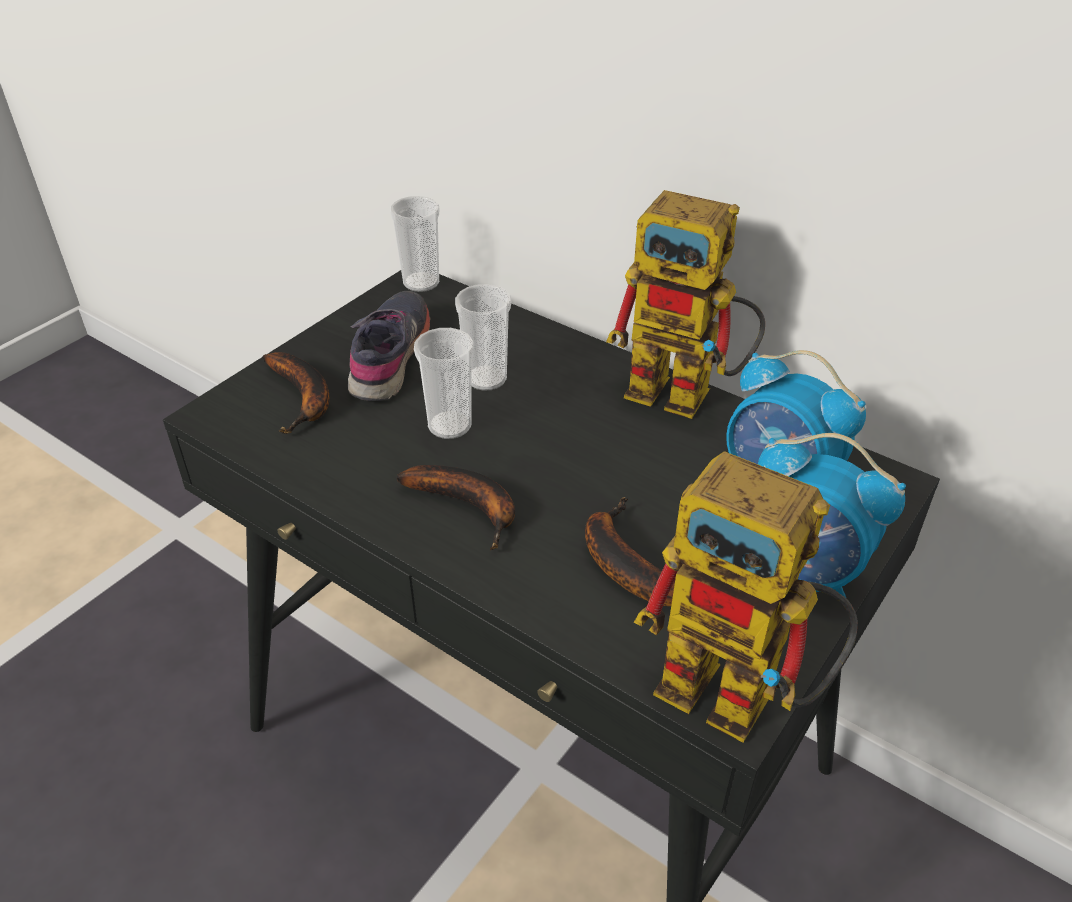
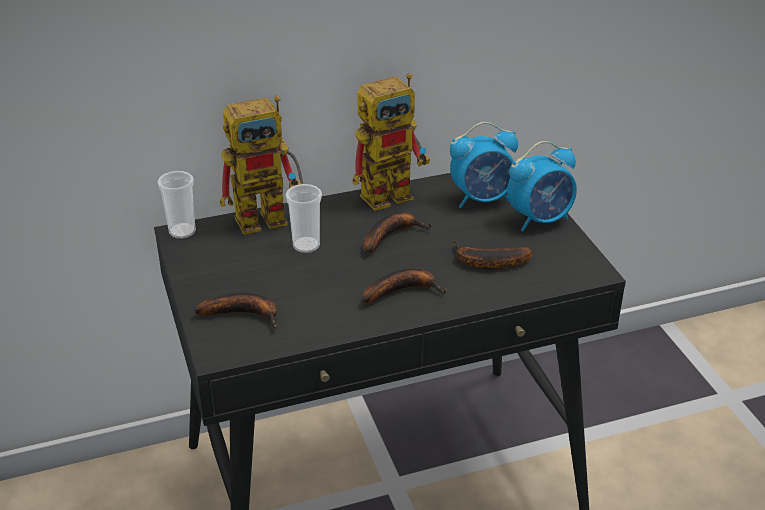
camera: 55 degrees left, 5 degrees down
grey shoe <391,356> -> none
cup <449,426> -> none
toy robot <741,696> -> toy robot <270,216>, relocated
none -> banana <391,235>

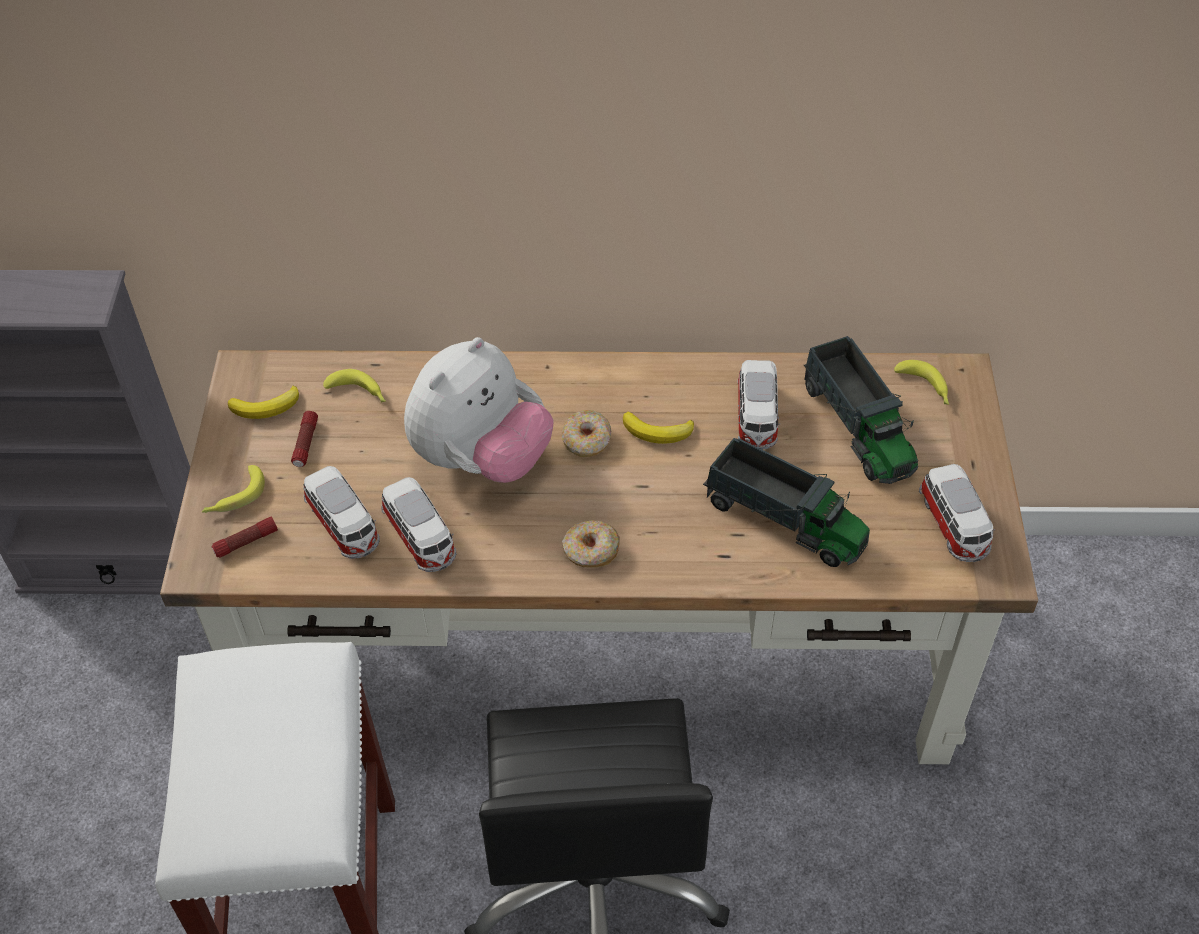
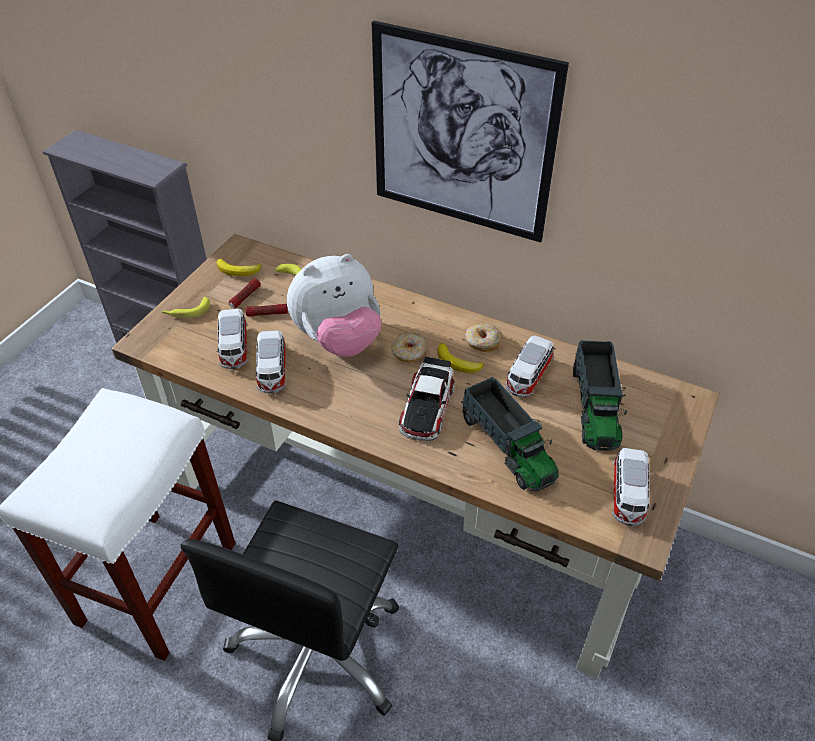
camera: 25 degrees right, 5 degrees down
banana <925,388> -> none
flashlight <246,542> -> flashlight <267,314>, relocated
donut <591,551> -> donut <483,342>, relocated
none -> picture <462,135>
none -> toy car <427,406>

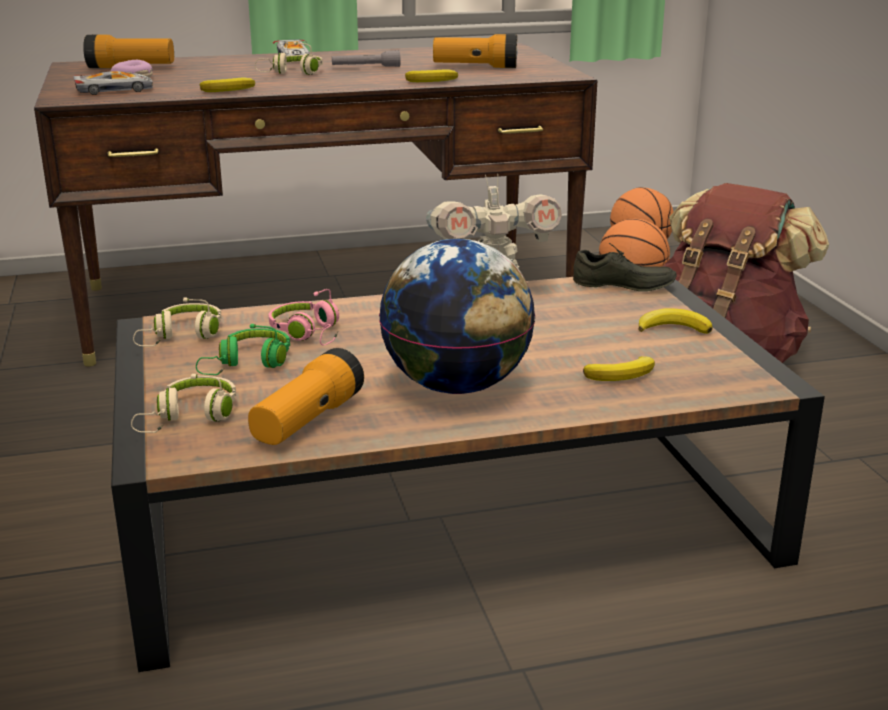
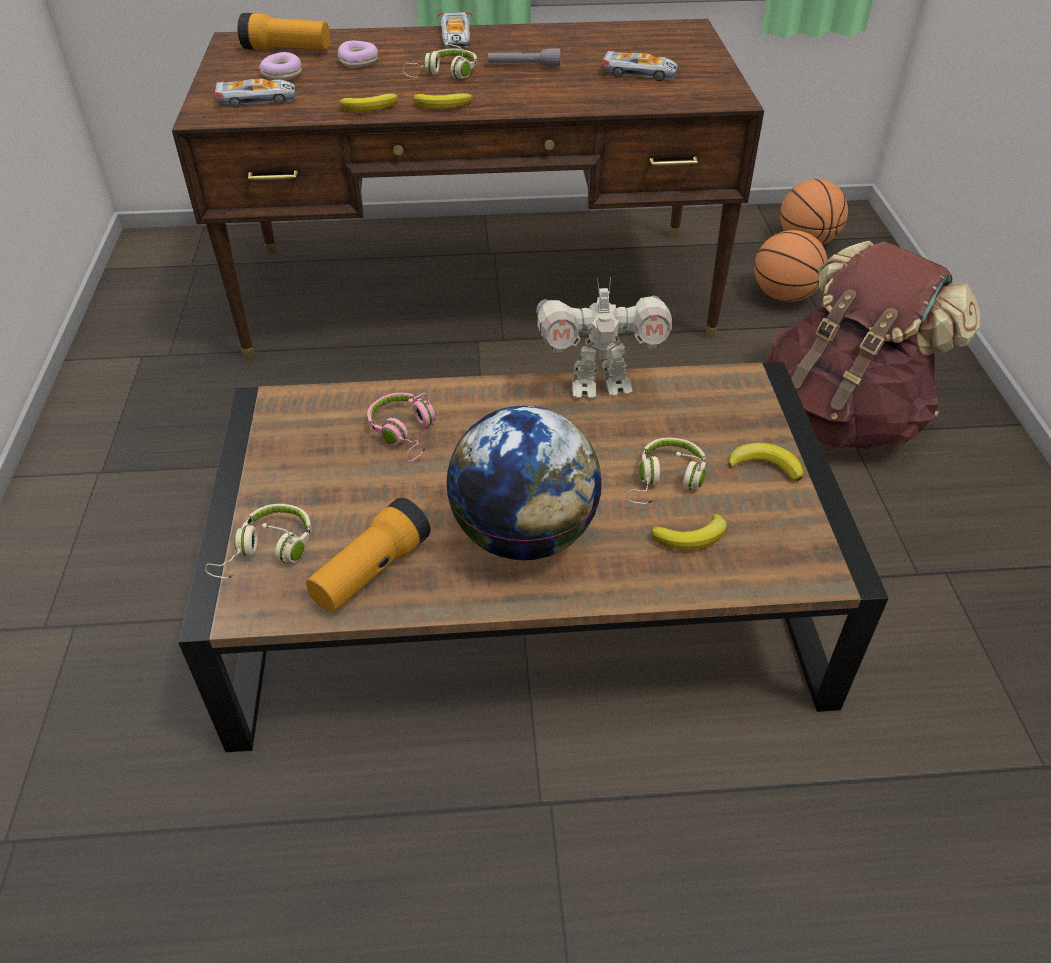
camera: 10 degrees right, 20 degrees up
flashlight <475,67> -> toy car <639,73>
banana <434,81> -> banana <444,105>, relocated
grey shoe <623,286> -> none
beige headphones <182,336> -> beige headphones <666,481>, relocated
green headphones <248,364> -> none
none -> donut <358,61>

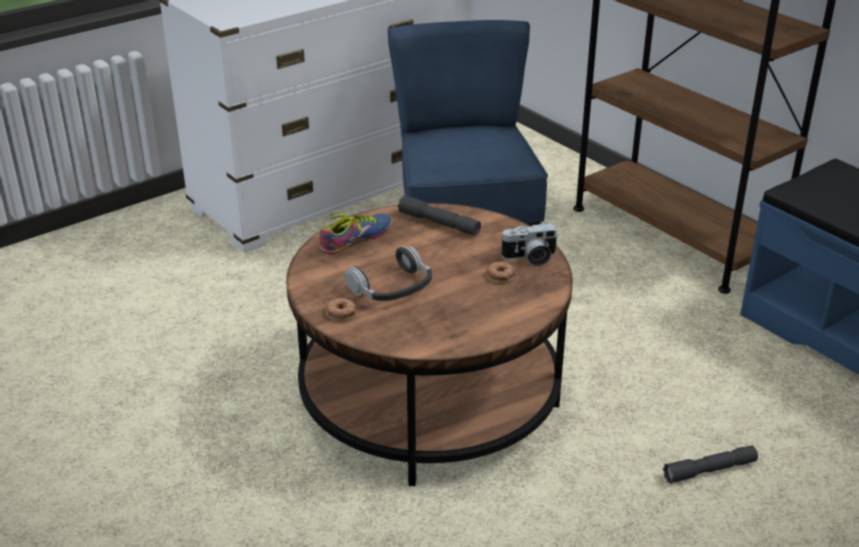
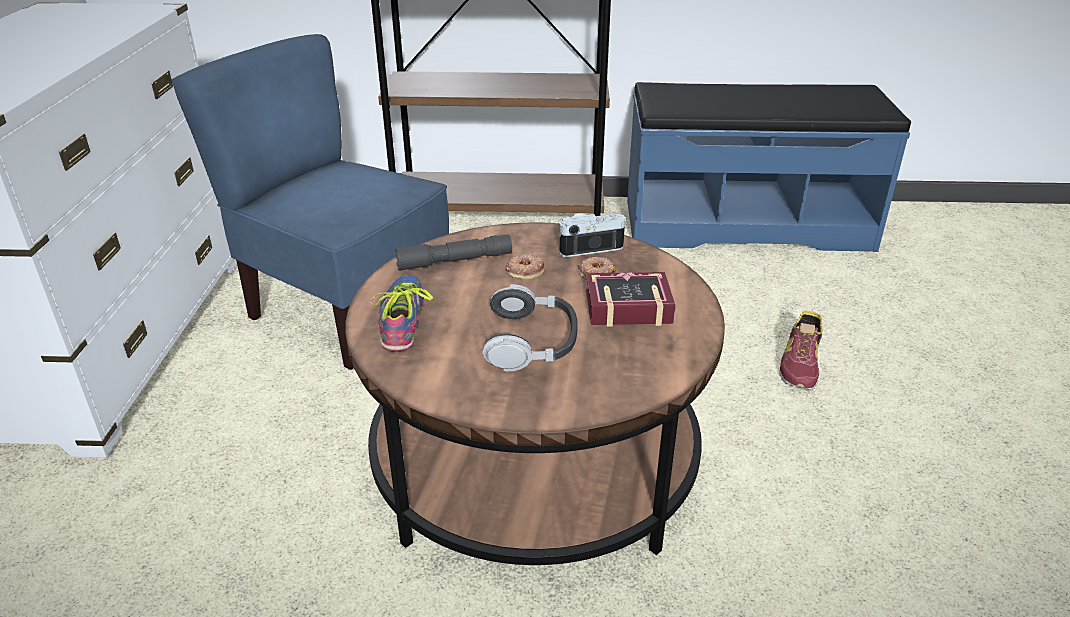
camera: 50 degrees left, 0 degrees up
photo camera <530,258> -> photo camera <588,246>, 135 degrees counterclockwise
donut <341,312> -> donut <524,270>, relocated
grey flashlight <709,470> -> shoe <800,364>
none -> book <623,306>

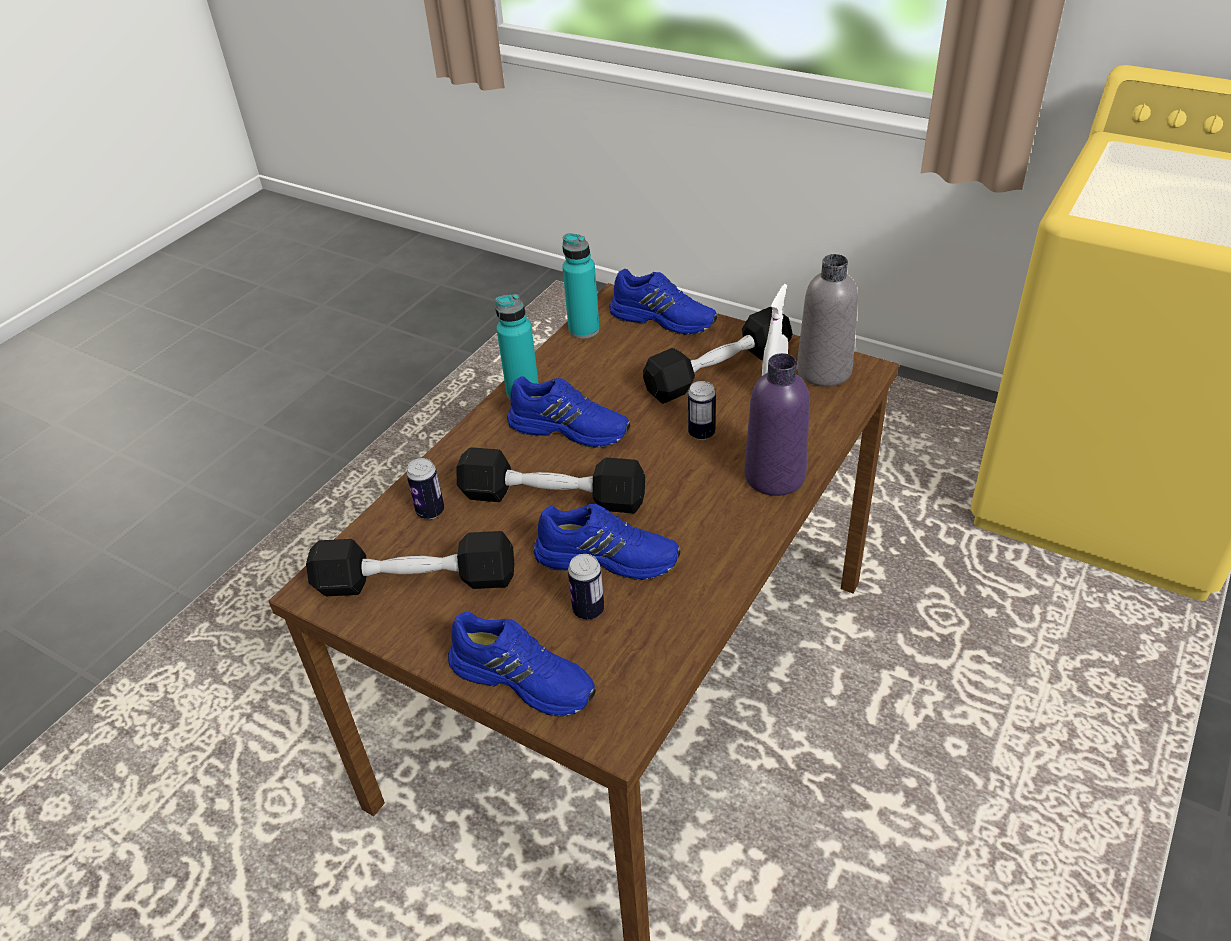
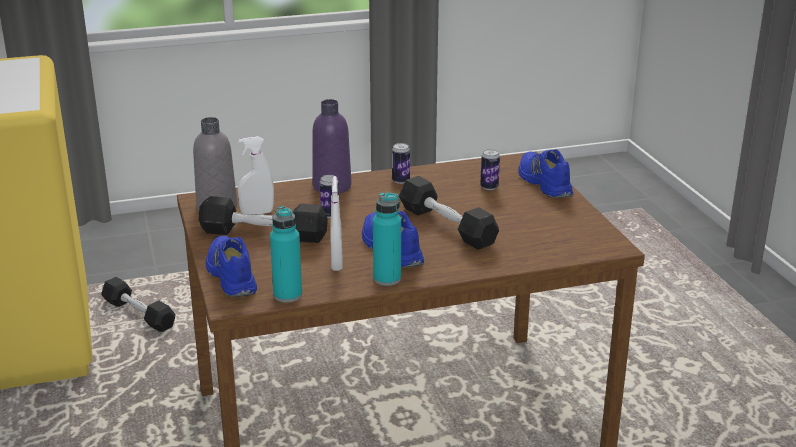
camera: 140 degrees left, 15 degrees down
can <430,511> -> can <400,180>, relocated
blue shoe <607,557> -> none
black dumbbell <416,581> -> black dumbbell <139,314>, relocated
none -> white spray bottle <337,263>

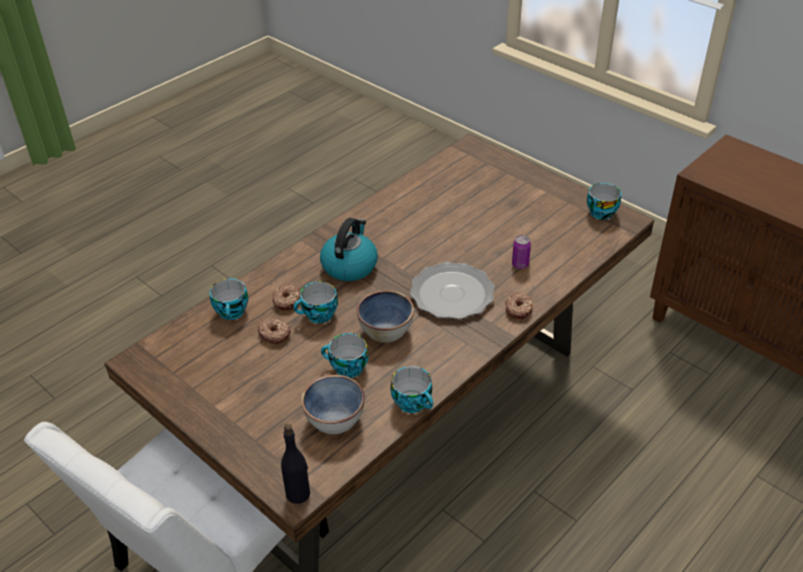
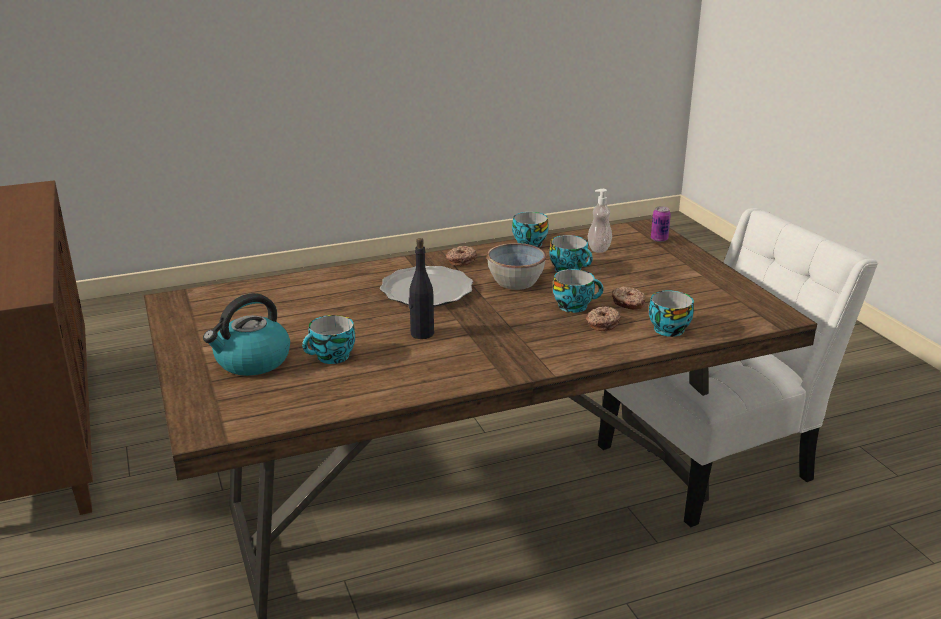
camera: 155 degrees left, 15 degrees down
cup <601,211> -> cup <331,357>, relocated
kettle <349,265> -> kettle <252,361>, relocated
can <520,264> -> can <659,239>, relocated
donut <519,309> -> donut <461,260>, relocated
bowl <334,419> -> soap dispenser <599,249>
black bottle <298,493> -> black bottle <421,334>, relocated

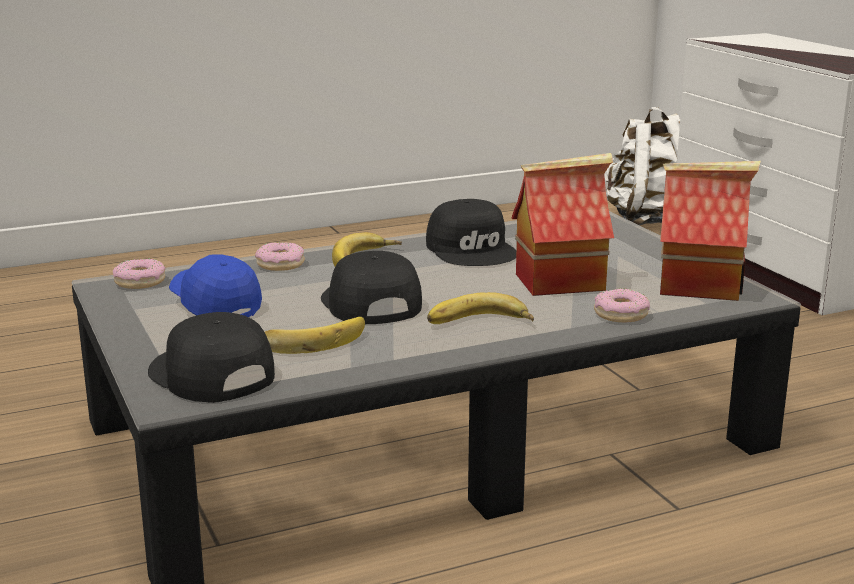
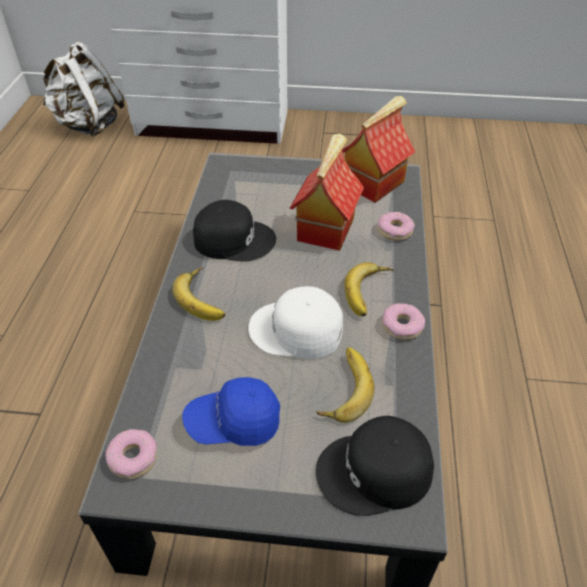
camera: 60 degrees left, 25 degrees up
donut <280,264> -> donut <402,326>, relocated
black cap <369,303> -> white cap <296,331>

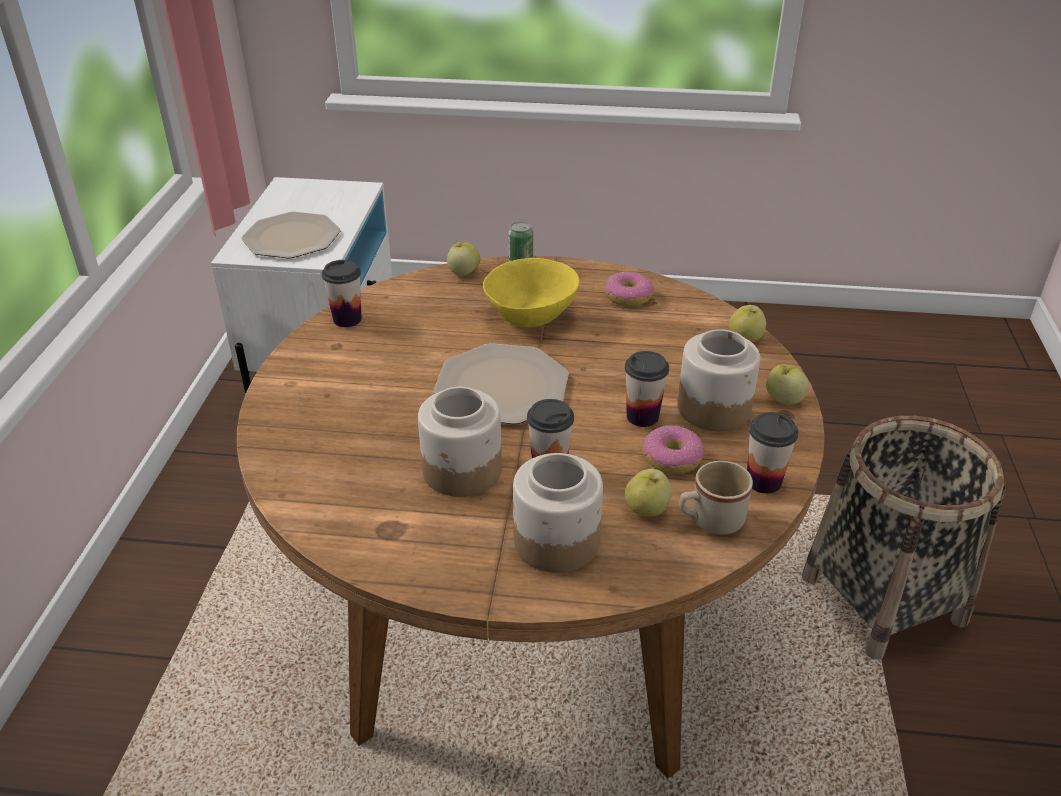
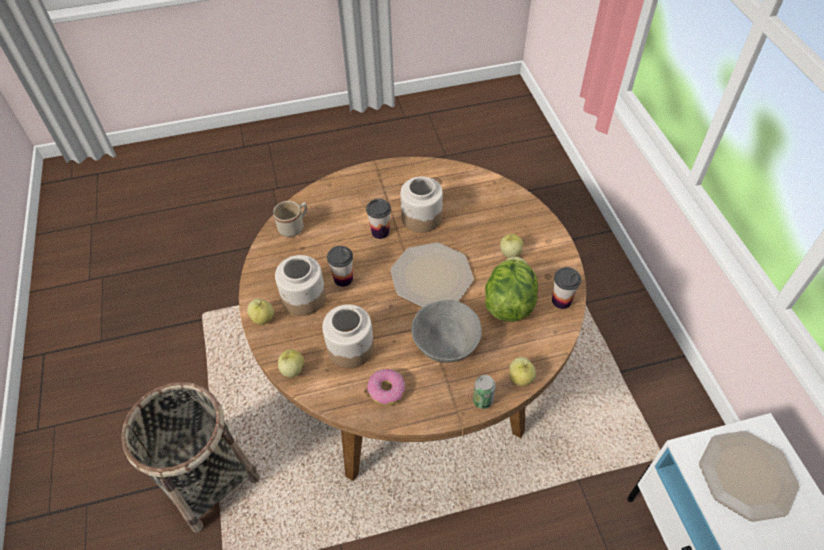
camera: 160 degrees right, 15 degrees up
yellow bowl <530,315> -> grey bowl <446,345>
cup <763,481> -> none
donut <672,458> -> none
jar <555,542> -> jar <351,347>, relocated
apple <647,509> -> apple <510,253>, relocated
none -> lettuce <509,303>

